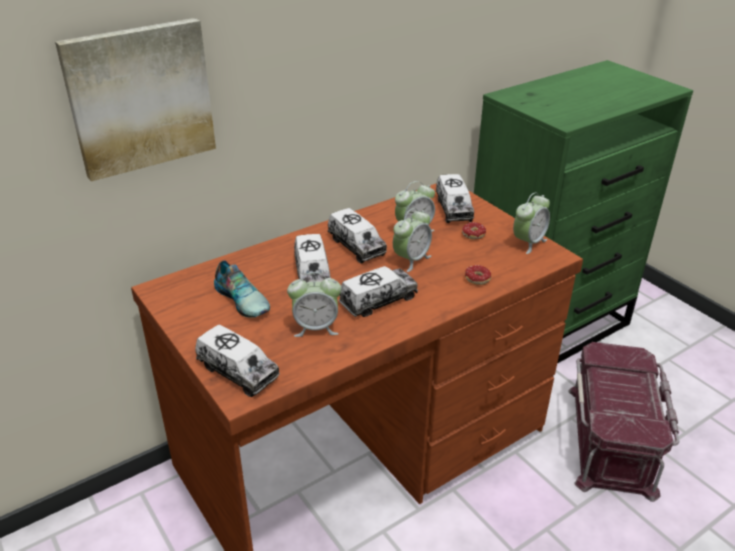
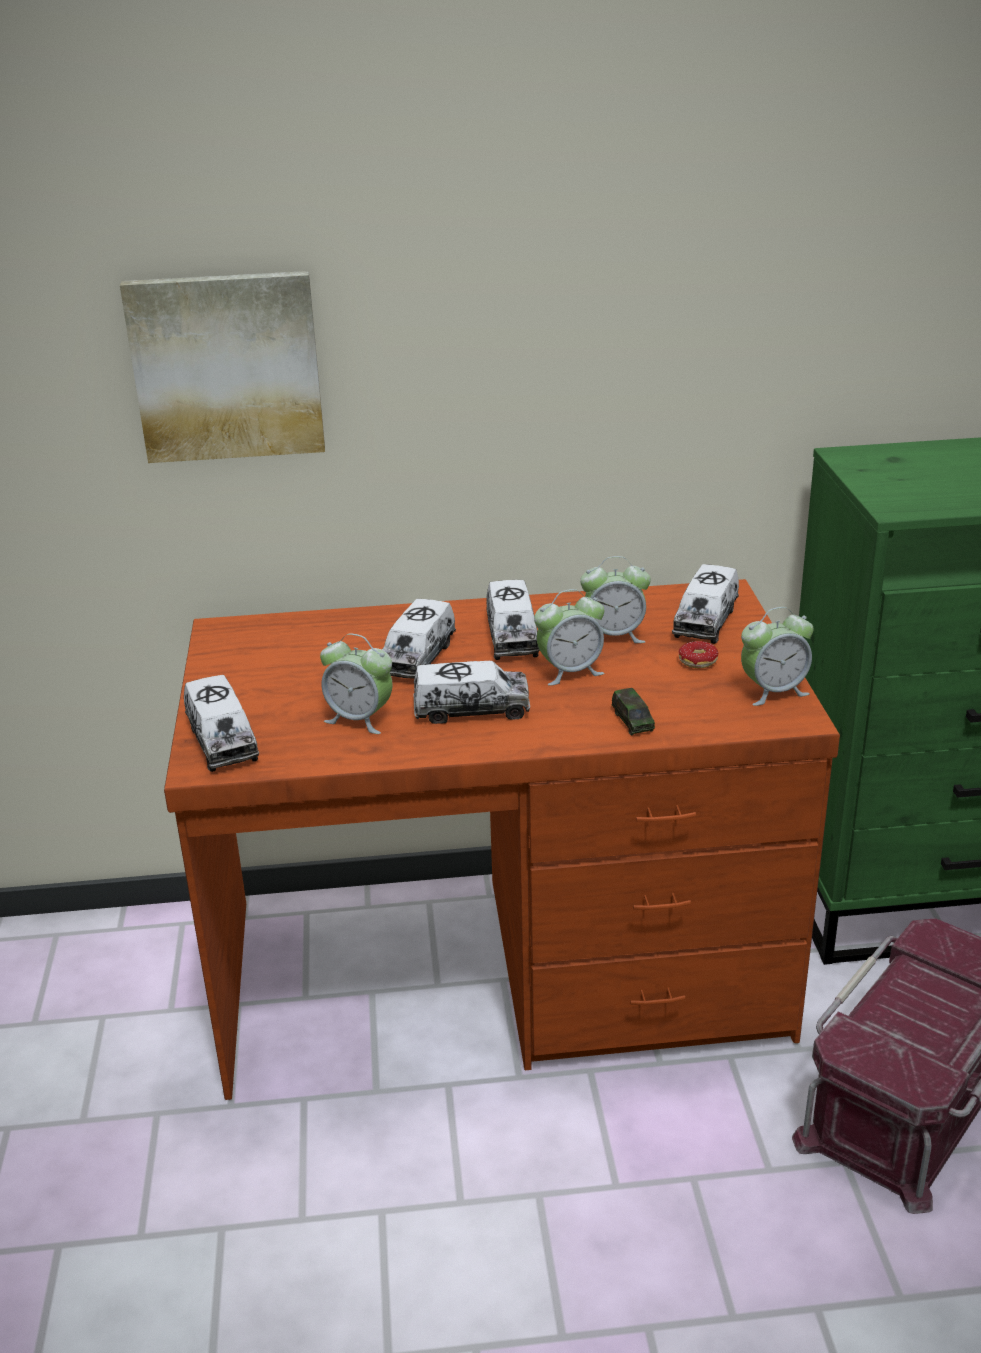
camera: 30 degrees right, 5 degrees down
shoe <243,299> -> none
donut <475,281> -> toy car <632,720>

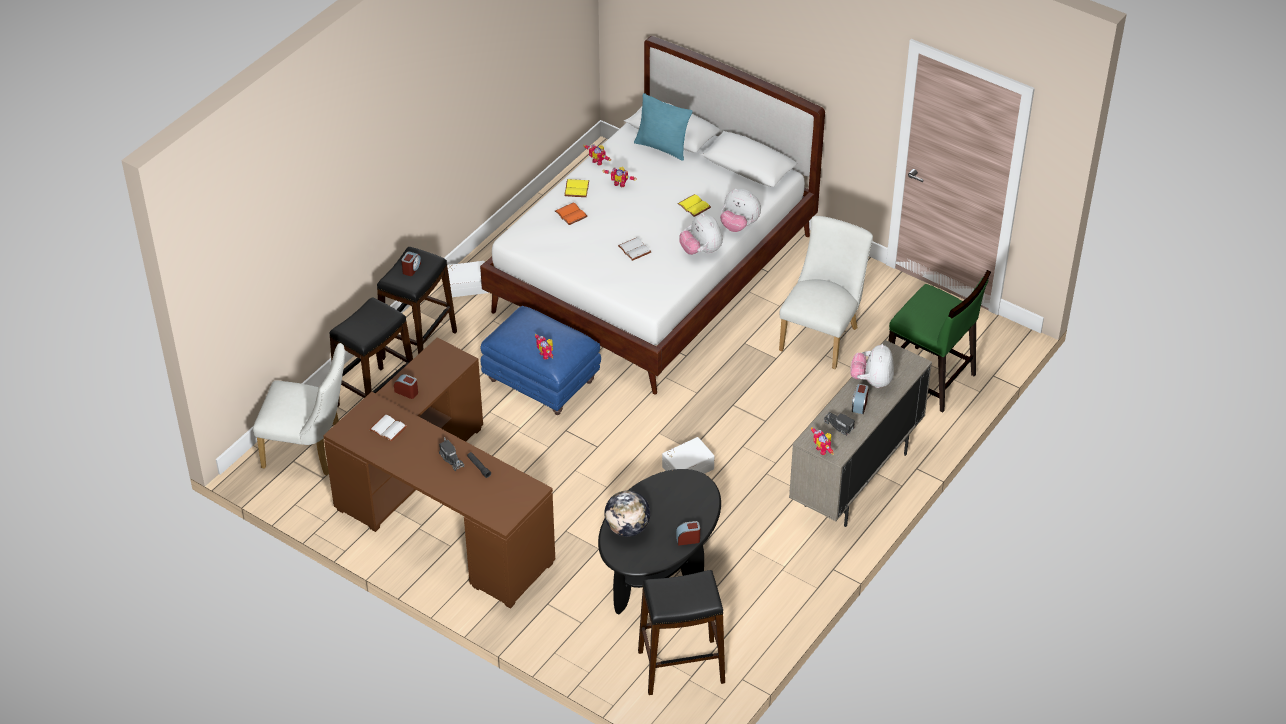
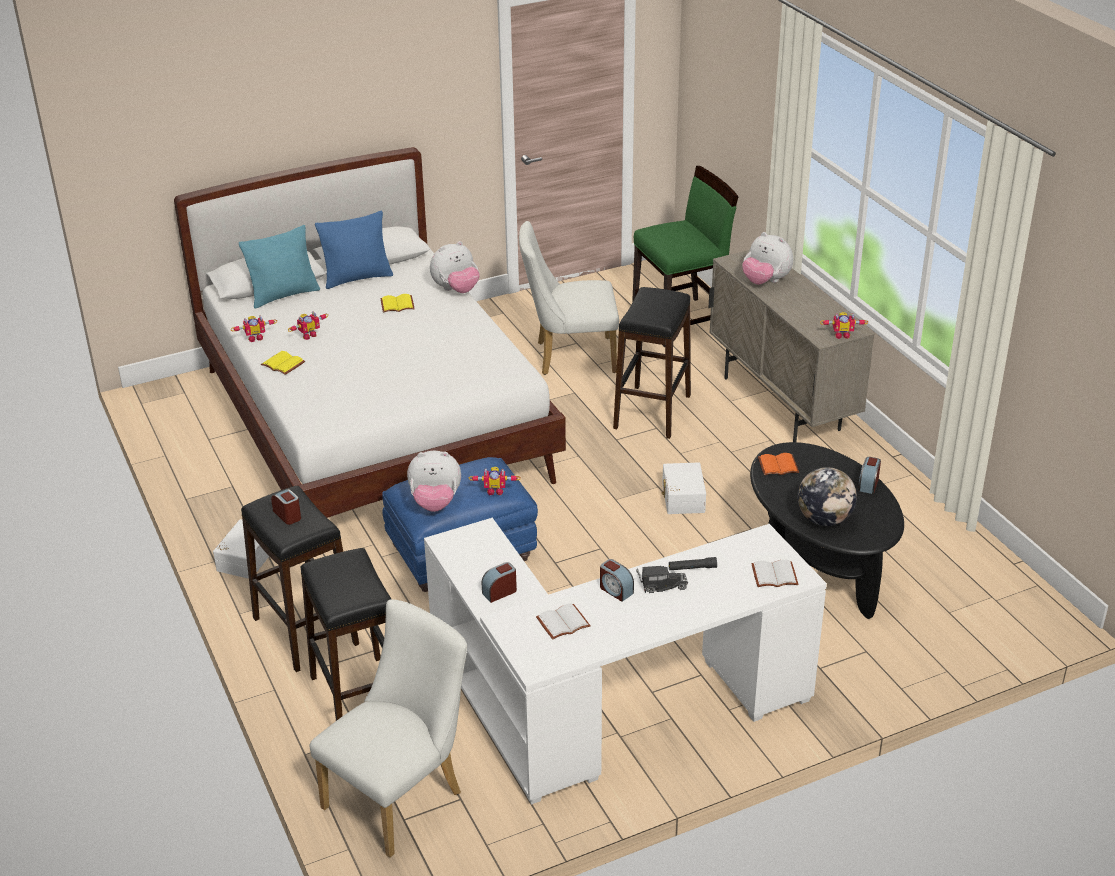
camera: 60 degrees left, 10 degrees down
orange book <572,214> -> orange book <778,465>, relocated
plush toy <701,251> -> plush toy <435,503>, relocated
white chair <822,336> -> white chair <569,357>, 60 degrees counterclockwise
white book <633,249> -> white book <774,576>, relocated
brown desk <440,512> -> white desk <607,708>
alarm clock <859,405> -> alarm clock <615,590>, relocated
toy truck <840,426> -> none
black stool <681,667> -> black stool <652,412>, relocated
none -> blue pillow <357,278>

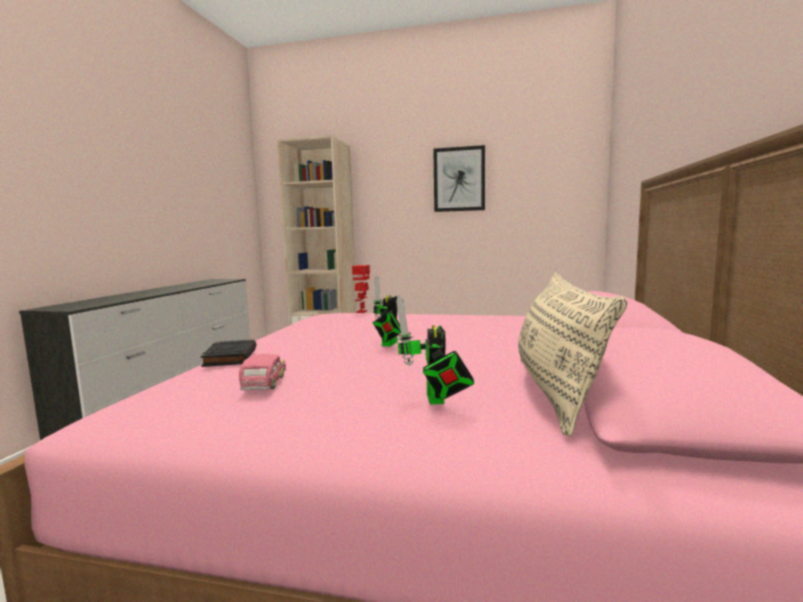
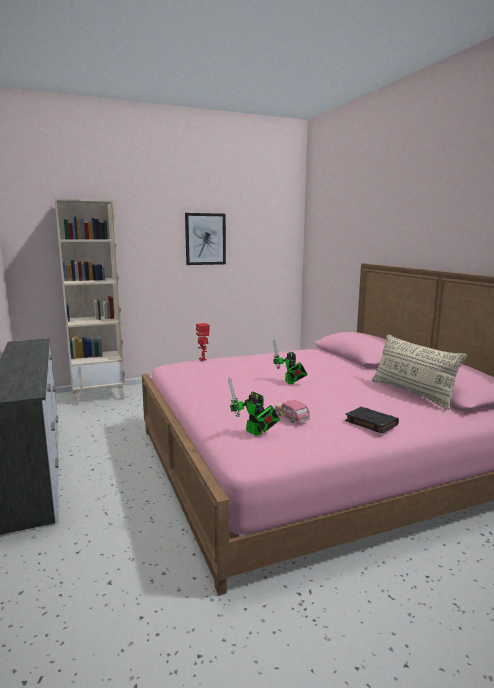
camera: 35 degrees left, 5 degrees up
toy robot <435,400> -> toy robot <255,433>, relocated
black book <230,357> -> black book <370,423>, relocated

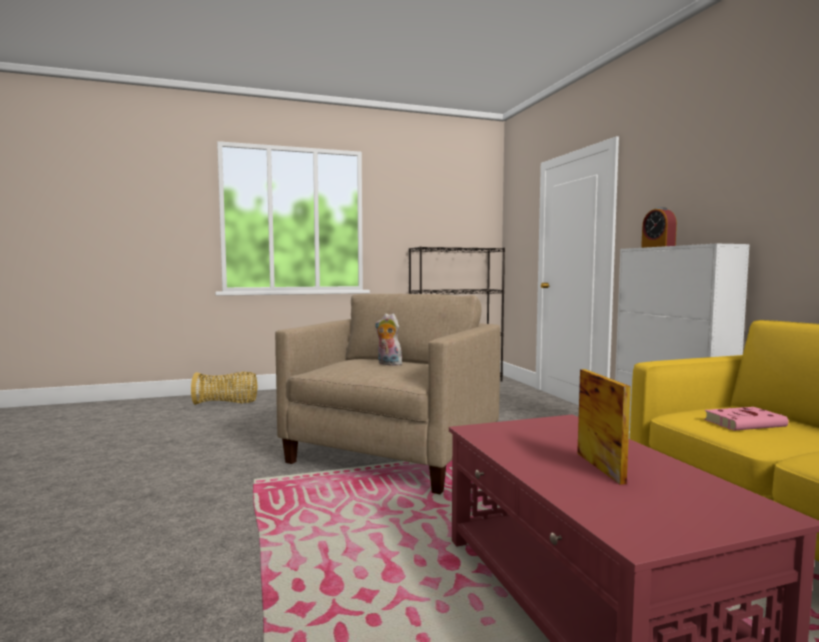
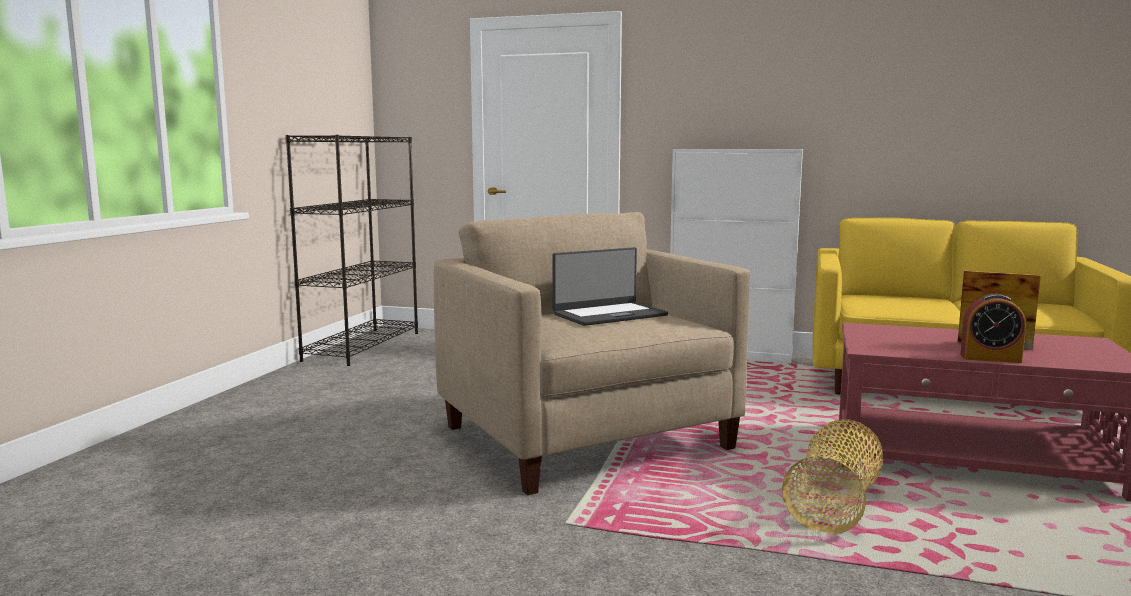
camera: 55 degrees left, 5 degrees up
alarm clock <658,247> -> alarm clock <990,358>, relocated
plush toy <388,364> -> laptop <609,314>
basket <227,403> -> basket <835,505>, relocated
pink book <746,423> -> none

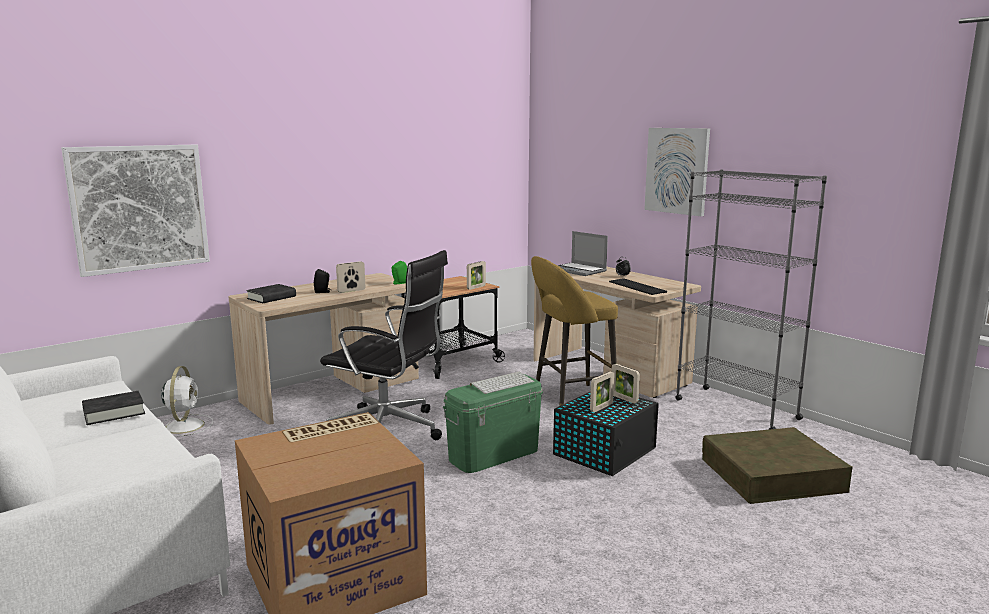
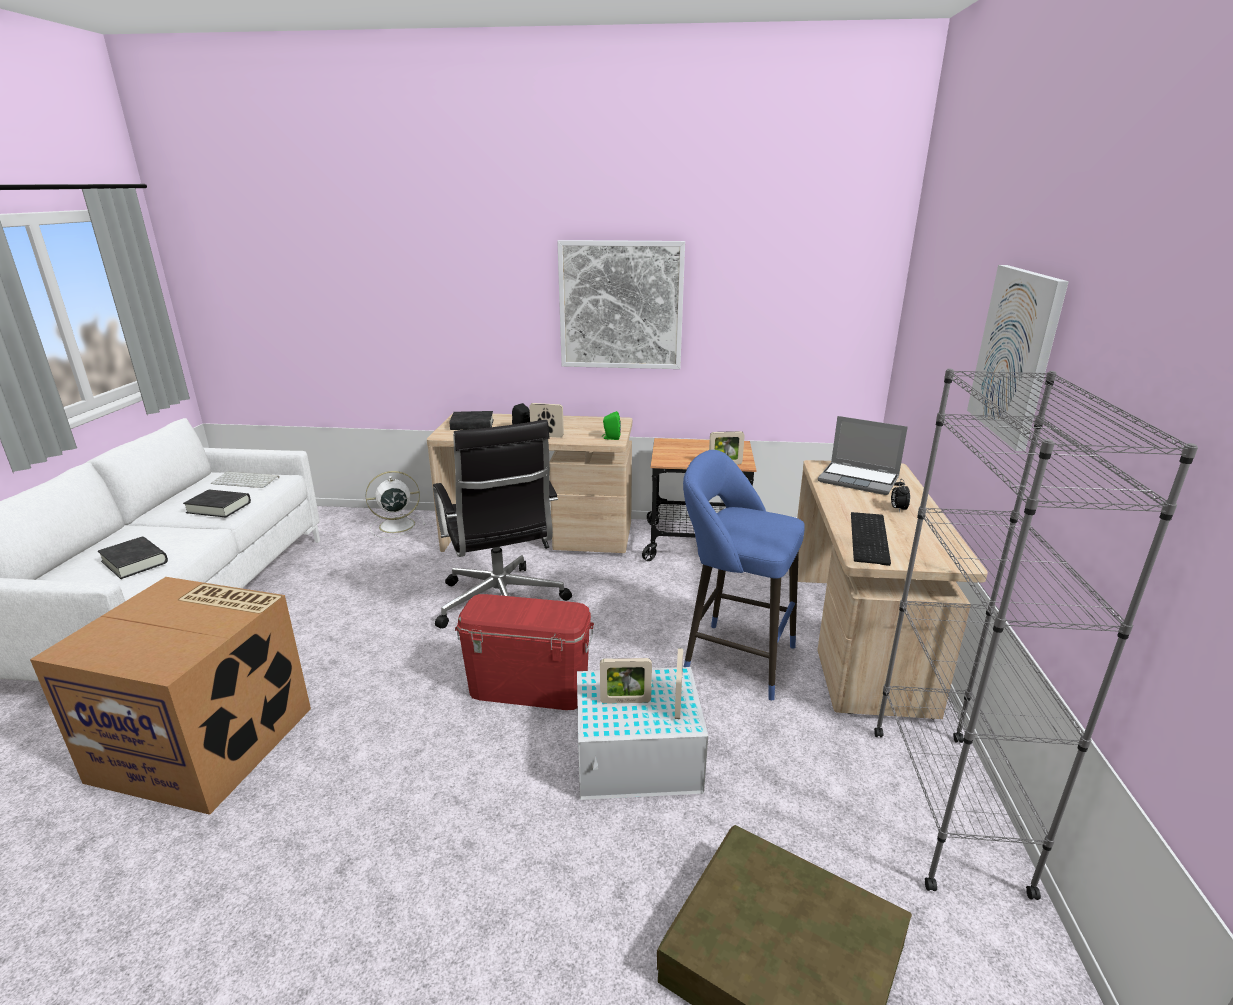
camera: 45 degrees right, 10 degrees up
picture <139,208> -> picture <621,305>, relocated
laptop <579,270> -> laptop <859,480>, 60 degrees counterclockwise
yellow stool <570,400> -> blue stool <732,658>
white fan <185,425> -> white fan <395,525>, 150 degrees counterclockwise
keyboard <502,383> -> keyboard <247,480>, relocated
green storage box <494,454> -> red storage box <529,688>
black storage box <606,451> -> white storage box <639,758>
none -> black book <135,562>

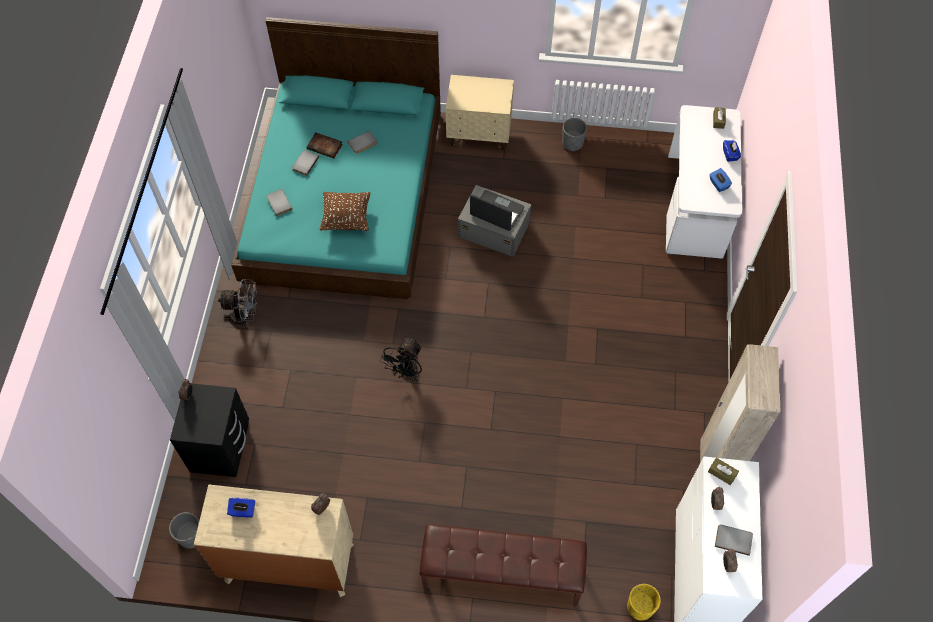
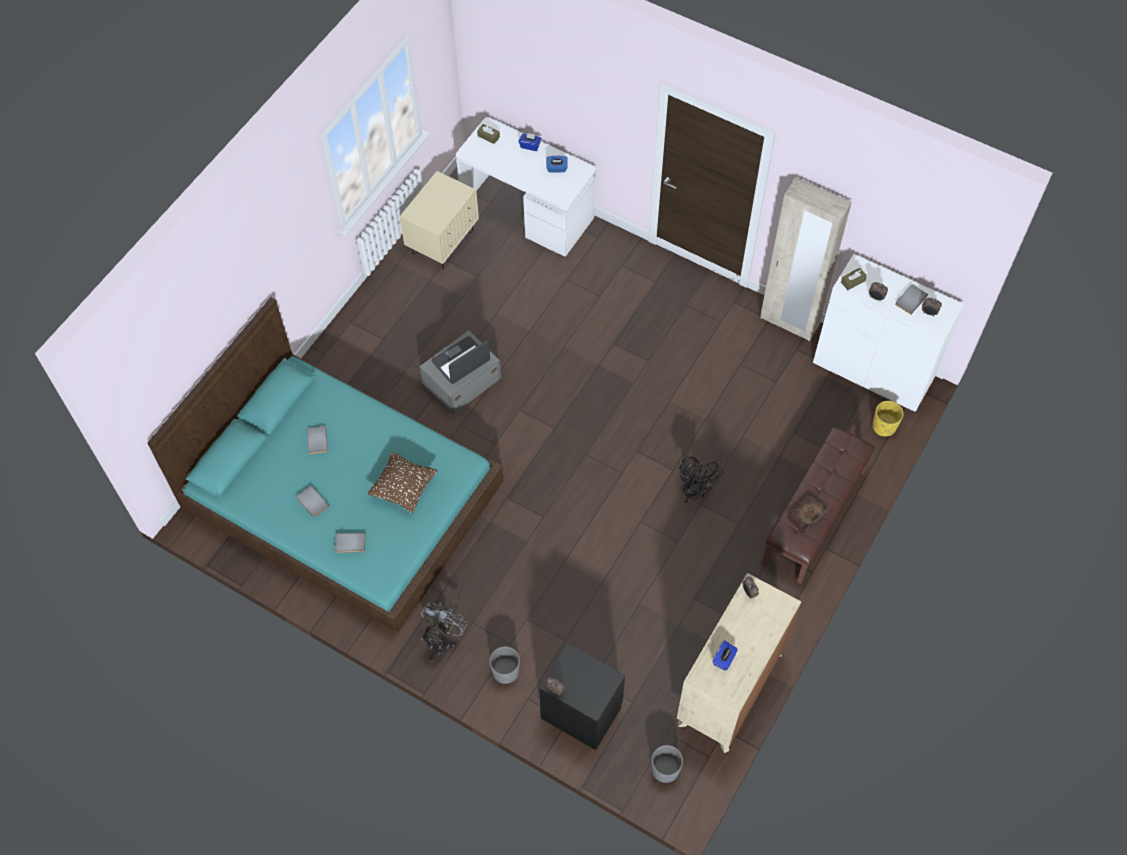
camera: 65 degrees left, 0 degrees up
beige nightstand <479,134> -> beige nightstand <443,242>, relocated
grey planter <572,143> -> grey planter <506,671>, relocated
book <325,147> -> book <807,513>, relocated
black fan <406,373> -> black fan <695,492>, relocated

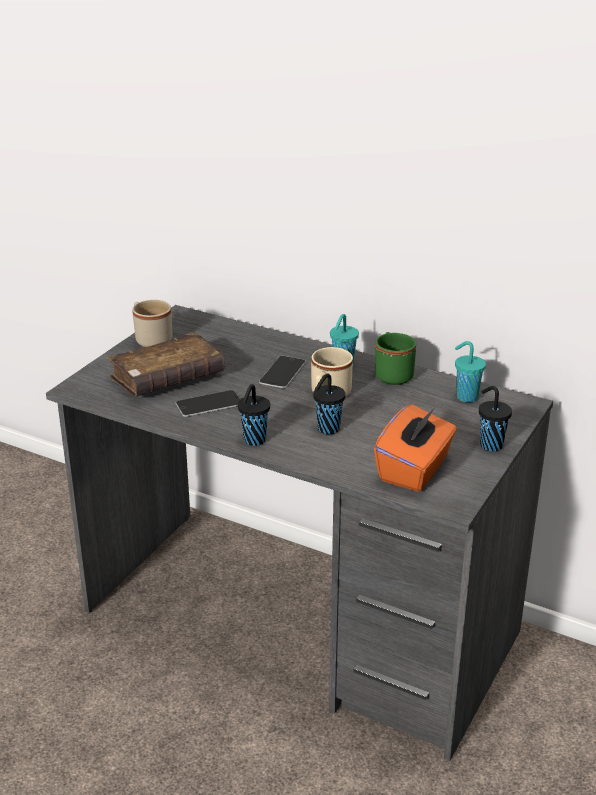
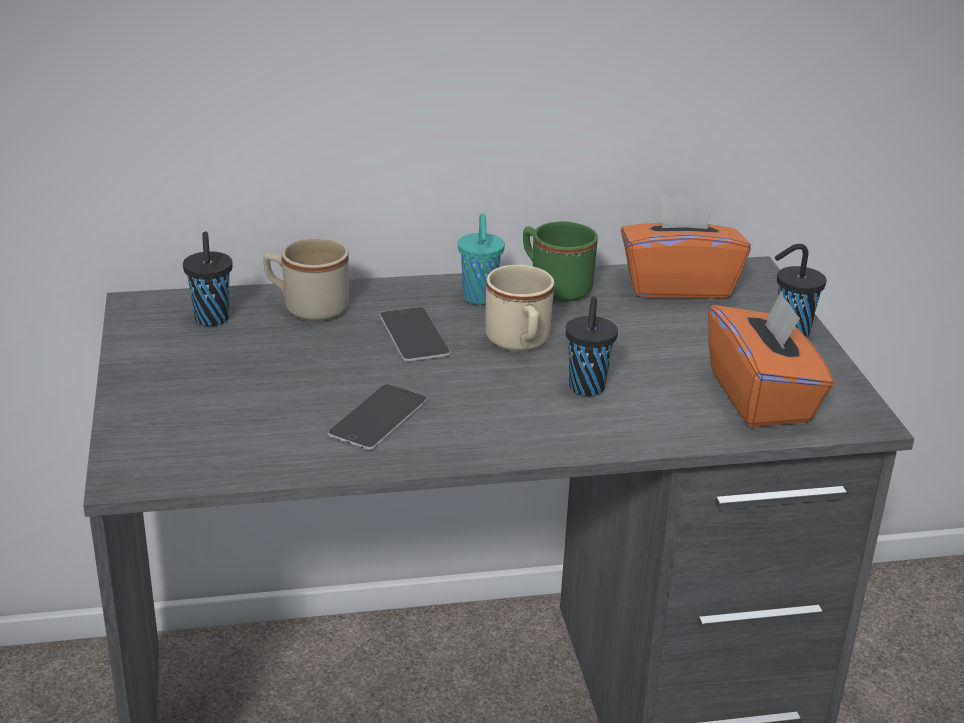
camera: 40 degrees left, 0 degrees up
beige mug <151,339> -> beige mug <307,307>, relocated
brown book <167,378> -> none
turquoise cup <465,397> -> orange tissue box <678,285>
black cup <254,441> -> black cup <212,320>, relocated

